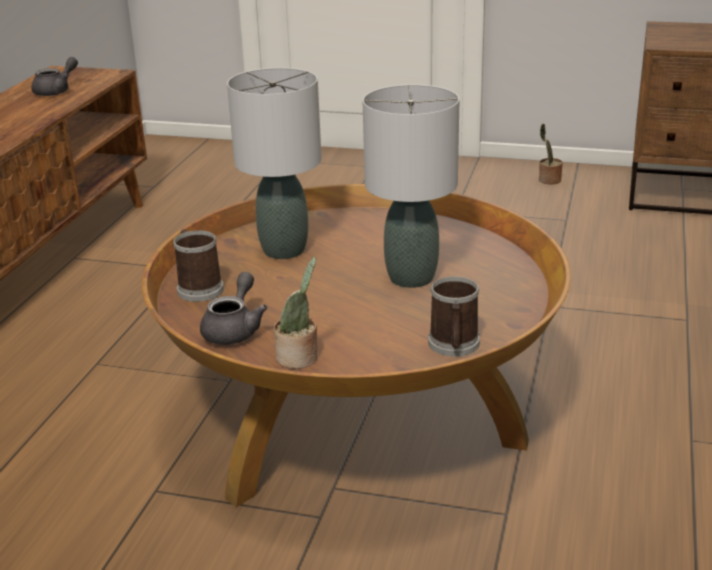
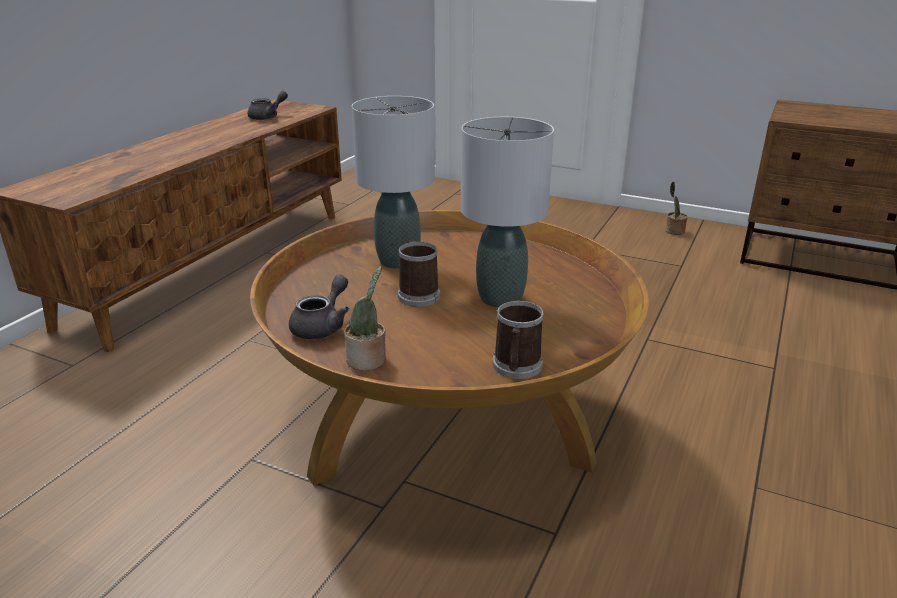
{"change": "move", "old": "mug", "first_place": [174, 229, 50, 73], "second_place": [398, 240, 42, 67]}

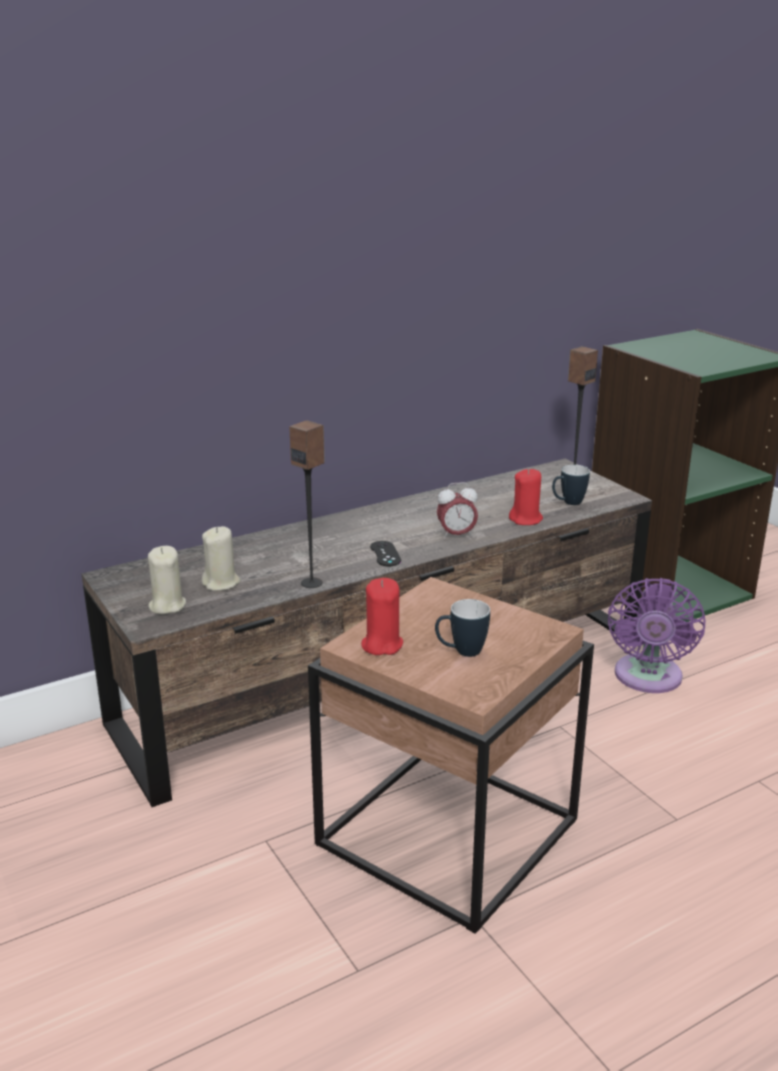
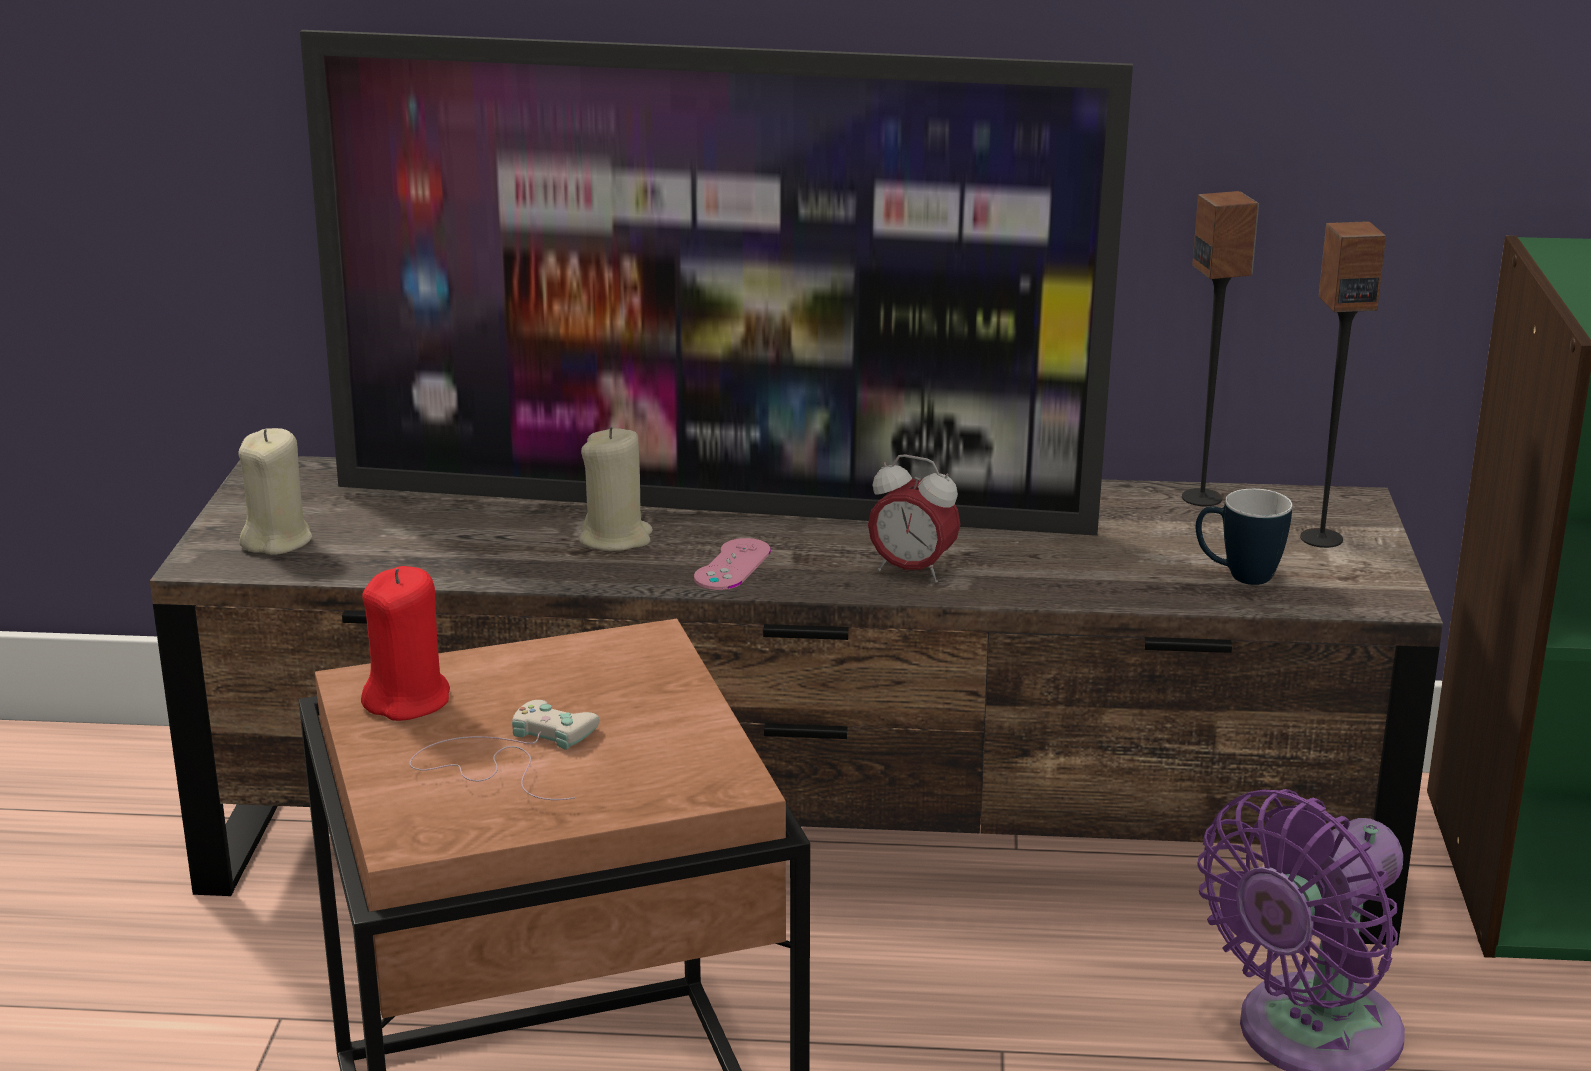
{"change": "delete", "old": "red candle", "first_place": [509, 469, 34, 56]}
{"change": "insert", "new": "television", "second_place": [300, 30, 833, 506]}
{"change": "move", "old": "beige candle", "first_place": [202, 526, 39, 65], "second_place": [579, 427, 74, 124]}
{"change": "move", "old": "speaker", "first_place": [289, 420, 36, 168], "second_place": [1182, 191, 77, 315]}
{"change": "replace", "old": "mug", "new": "white game controller", "first_place": [435, 599, 55, 58], "second_place": [410, 700, 189, 100]}
{"change": "recolor", "old": "black game controller", "new": "pink game controller", "first_place": [370, 541, 31, 25], "second_place": [694, 538, 77, 52]}

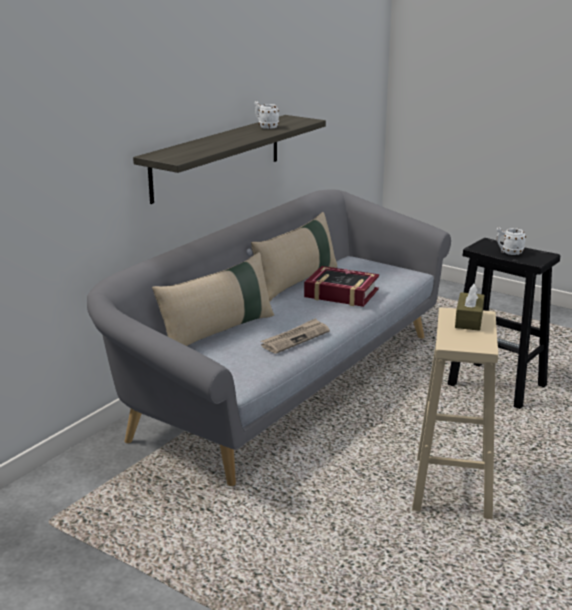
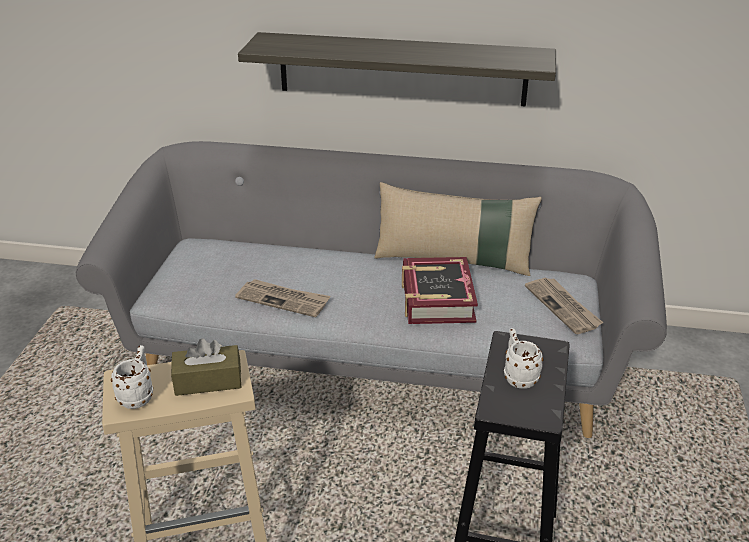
{"change": "delete", "old": "beige pillow", "first_place": [152, 252, 122, 94]}
{"change": "insert", "new": "newspaper", "second_place": [525, 278, 78, 56]}
{"change": "move", "old": "white mug", "first_place": [255, 101, 24, 28], "second_place": [111, 345, 42, 64]}

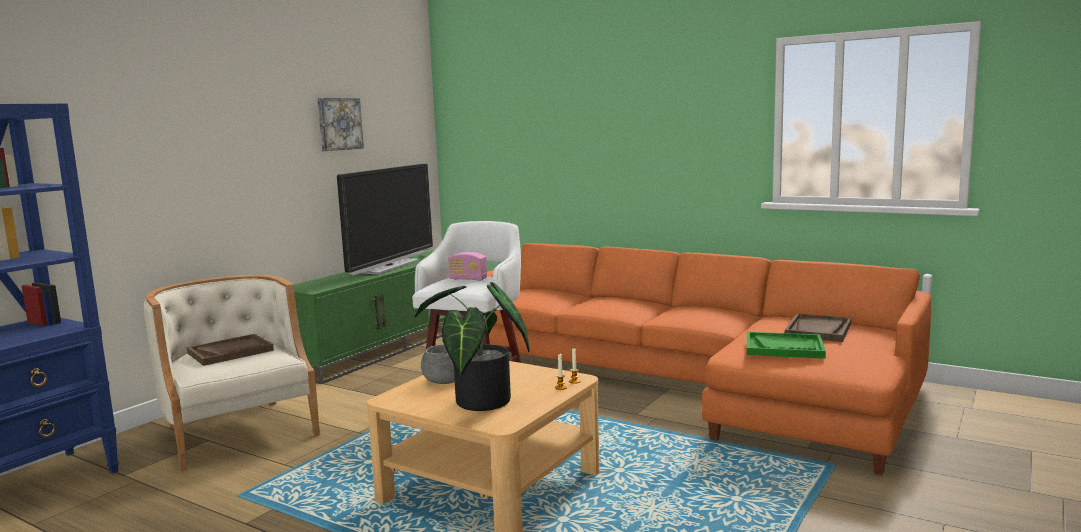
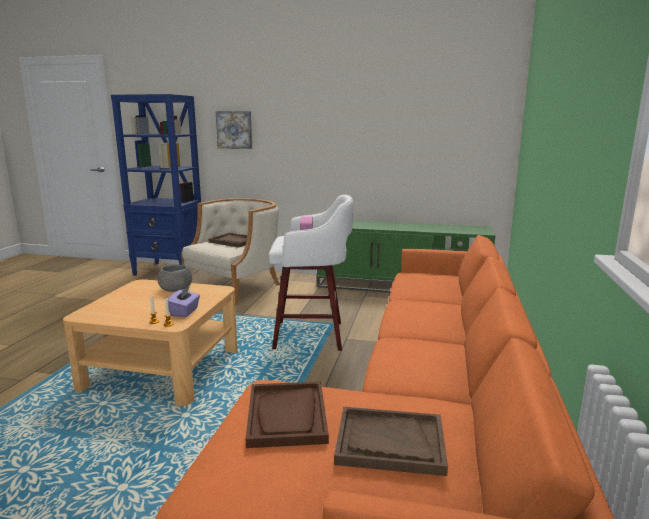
{"change": "delete", "old": "television", "first_place": [337, 164, 96, 112]}
{"change": "delete", "old": "potted plant", "first_place": [415, 282, 115, 129]}
{"change": "insert", "new": "purple tissue box", "second_place": [168, 286, 32, 31]}
{"change": "move", "old": "picture", "first_place": [317, 98, 47, 53], "second_place": [216, 111, 36, 38]}
{"change": "recolor", "old": "green tray", "new": "brown tray", "first_place": [747, 332, 79, 27], "second_place": [246, 381, 83, 67]}

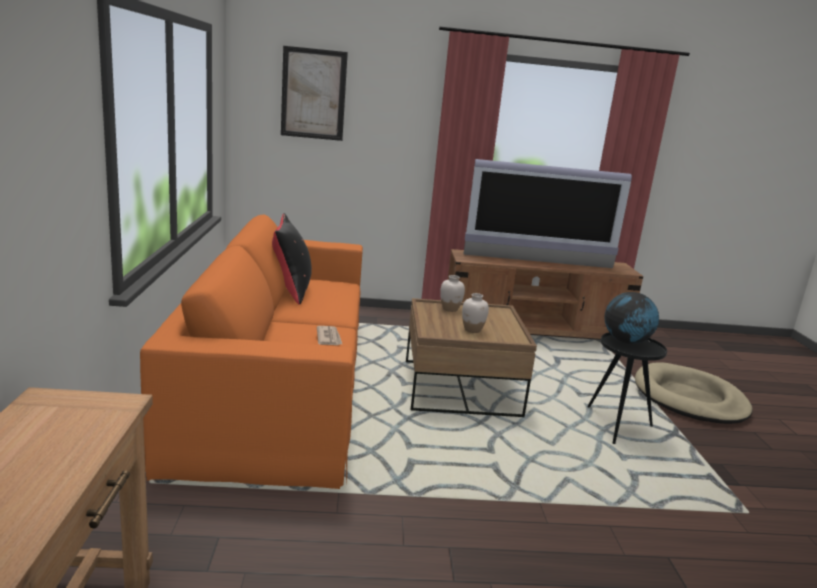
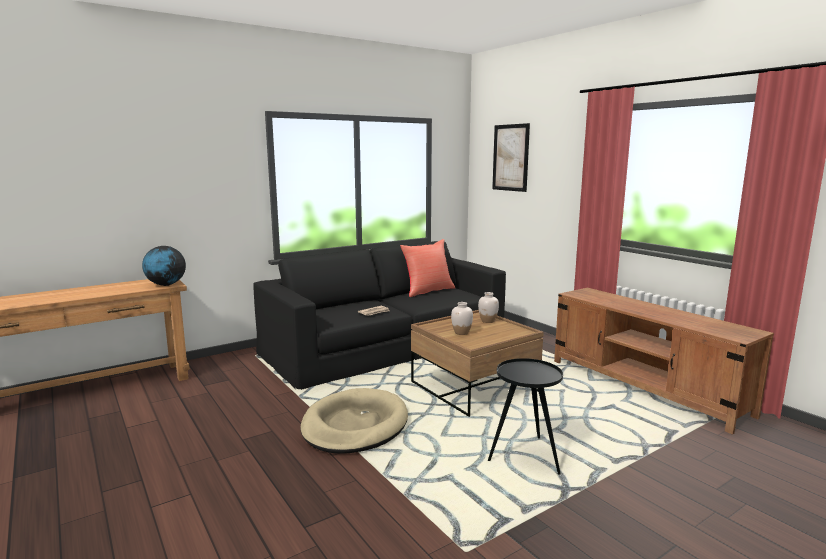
{"change": "delete", "old": "television", "first_place": [464, 159, 168, 109]}
{"change": "move", "old": "globe", "first_place": [604, 292, 55, 52], "second_place": [142, 246, 44, 40]}
{"change": "move", "old": "beige dog bed", "first_place": [635, 363, 118, 61], "second_place": [300, 388, 108, 66]}
{"change": "recolor", "old": "orange sofa", "new": "black sofa", "first_place": [140, 215, 223, 274], "second_place": [253, 241, 253, 149]}
{"change": "recolor", "old": "black pillow", "new": "red pillow", "first_place": [272, 213, 40, 91], "second_place": [400, 239, 55, 58]}

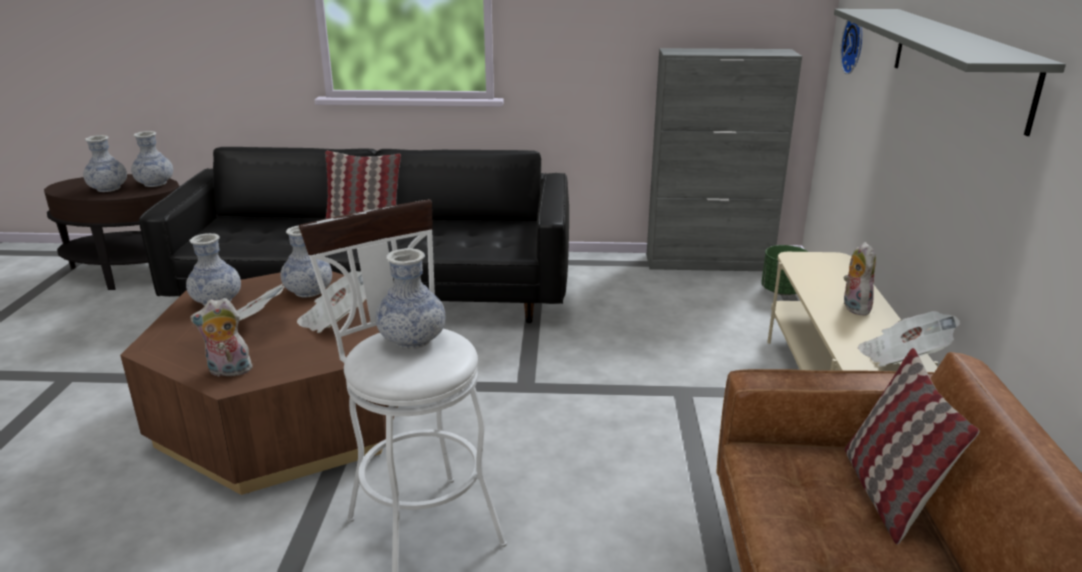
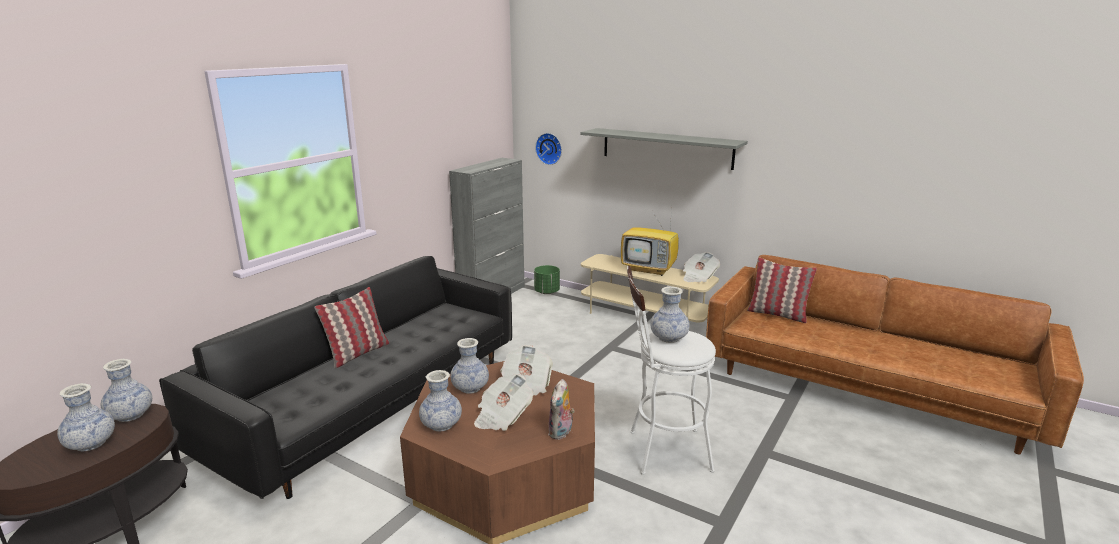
{"change": "replace", "old": "plush toy", "new": "television", "first_place": [844, 242, 32, 73], "second_place": [621, 209, 58, 67]}

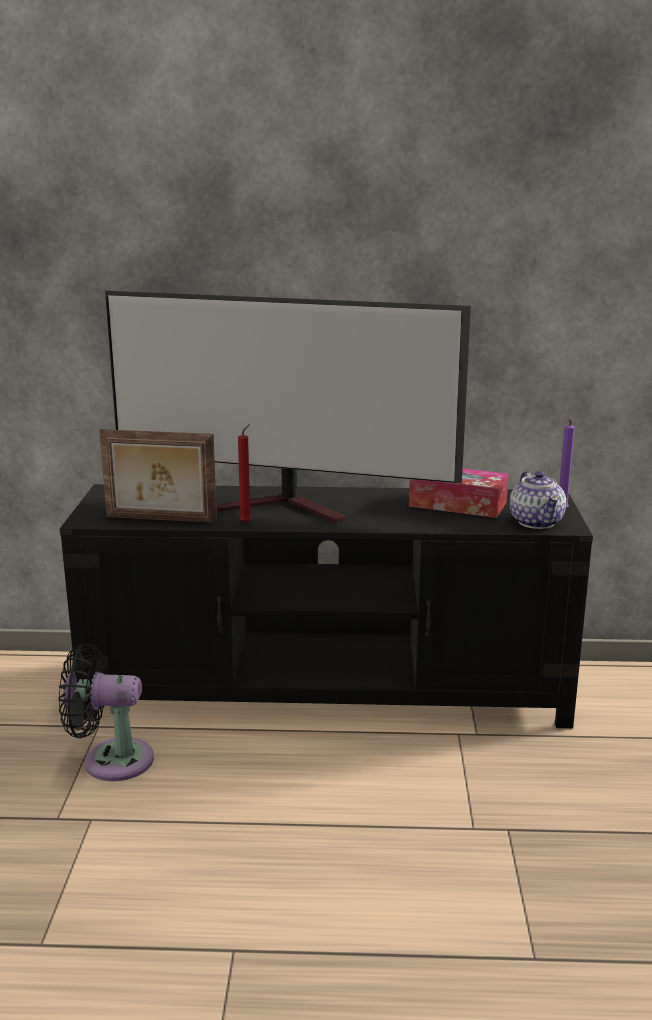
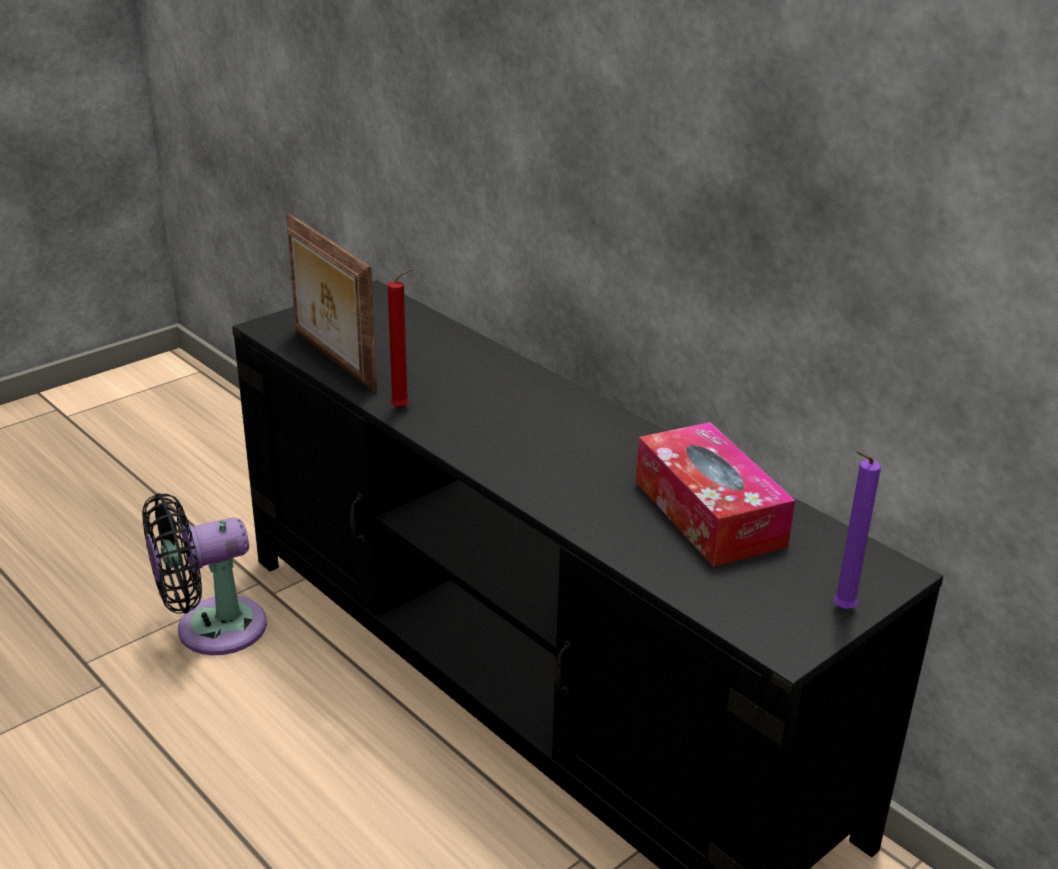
{"change": "delete", "old": "television", "first_place": [105, 291, 366, 232]}
{"change": "delete", "old": "teapot", "first_place": [510, 471, 56, 58]}
{"change": "rotate", "old": "black fan", "first_place": [58, 643, 96, 138], "second_place": [142, 493, 125, 162], "degrees": -75}

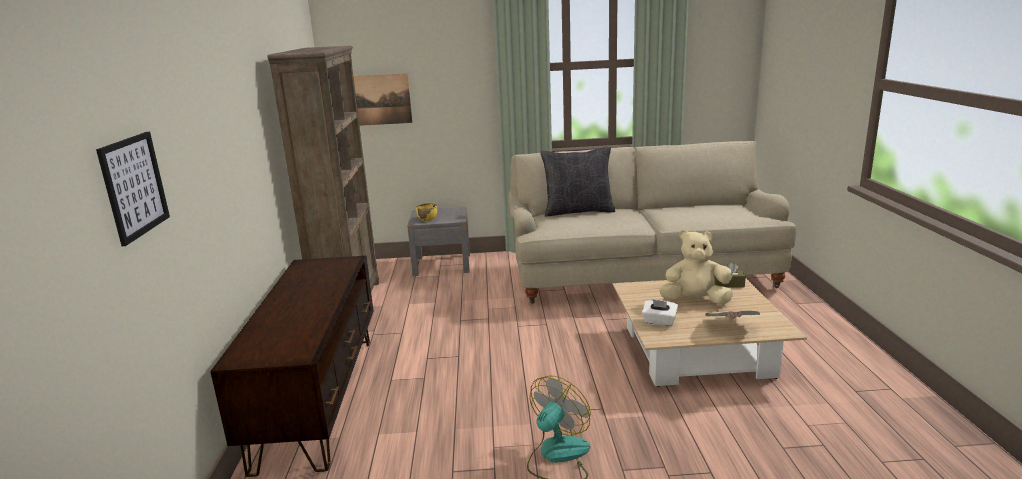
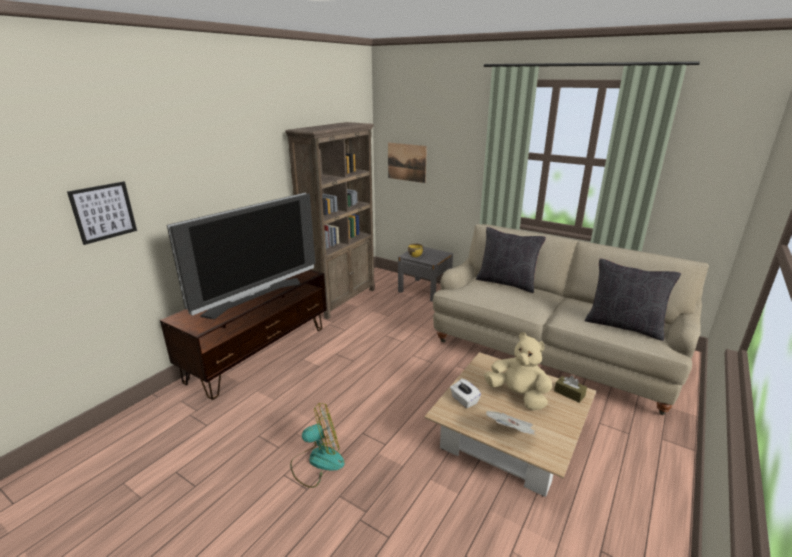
{"change": "insert", "new": "television", "second_place": [167, 193, 148, 126]}
{"change": "insert", "new": "black pillow", "second_place": [584, 258, 97, 83]}

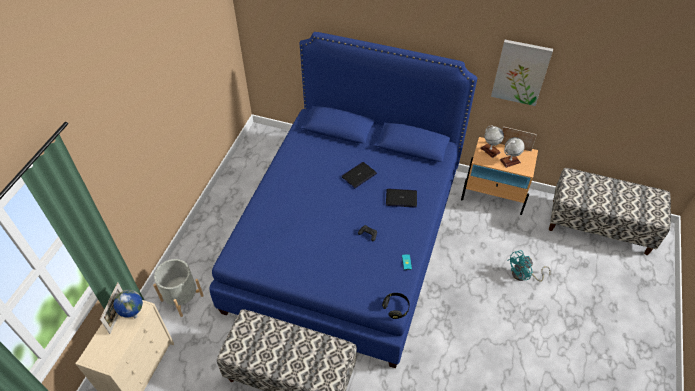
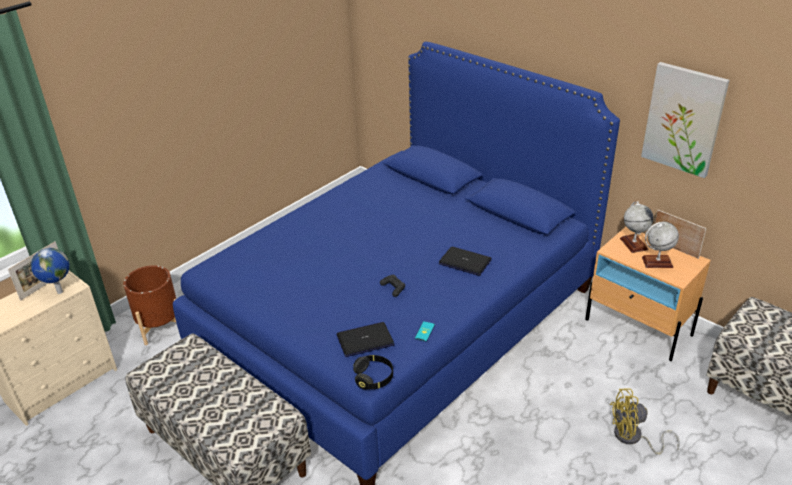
{"change": "move", "old": "laptop", "first_place": [342, 162, 35, 26], "second_place": [337, 322, 57, 35]}
{"change": "recolor", "old": "grey planter", "new": "brown planter", "first_place": [153, 259, 51, 58], "second_place": [123, 265, 53, 80]}
{"change": "recolor", "old": "turquoise fan", "new": "yellow fan", "first_place": [507, 250, 44, 32], "second_place": [610, 388, 70, 67]}

